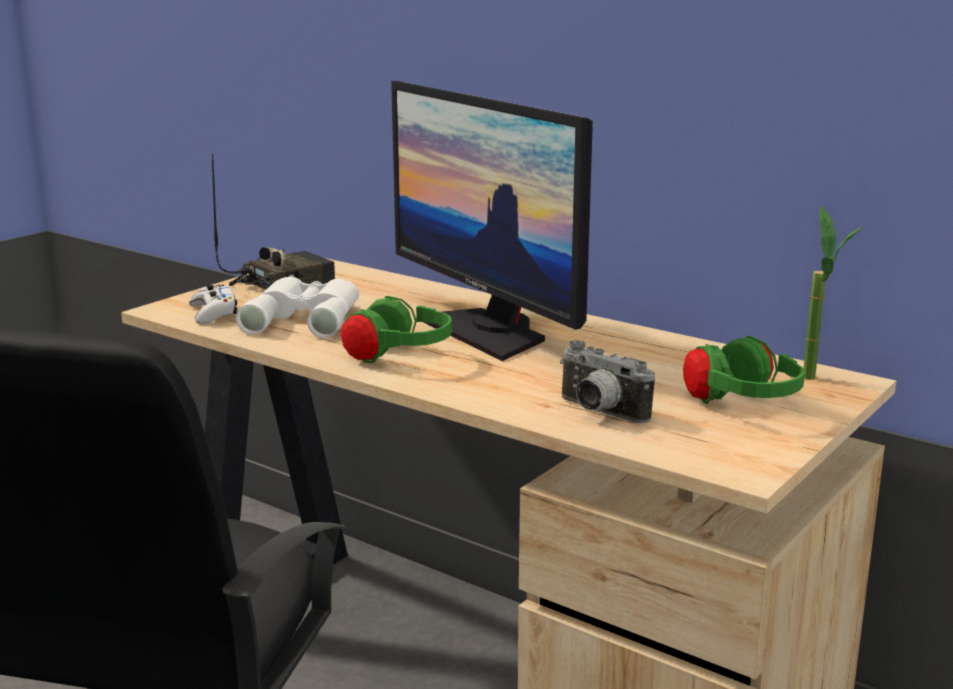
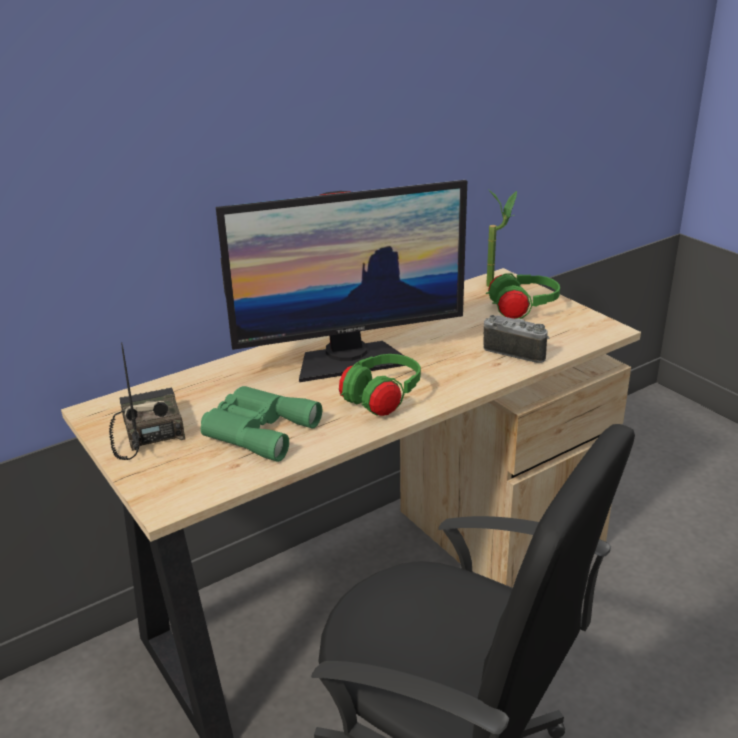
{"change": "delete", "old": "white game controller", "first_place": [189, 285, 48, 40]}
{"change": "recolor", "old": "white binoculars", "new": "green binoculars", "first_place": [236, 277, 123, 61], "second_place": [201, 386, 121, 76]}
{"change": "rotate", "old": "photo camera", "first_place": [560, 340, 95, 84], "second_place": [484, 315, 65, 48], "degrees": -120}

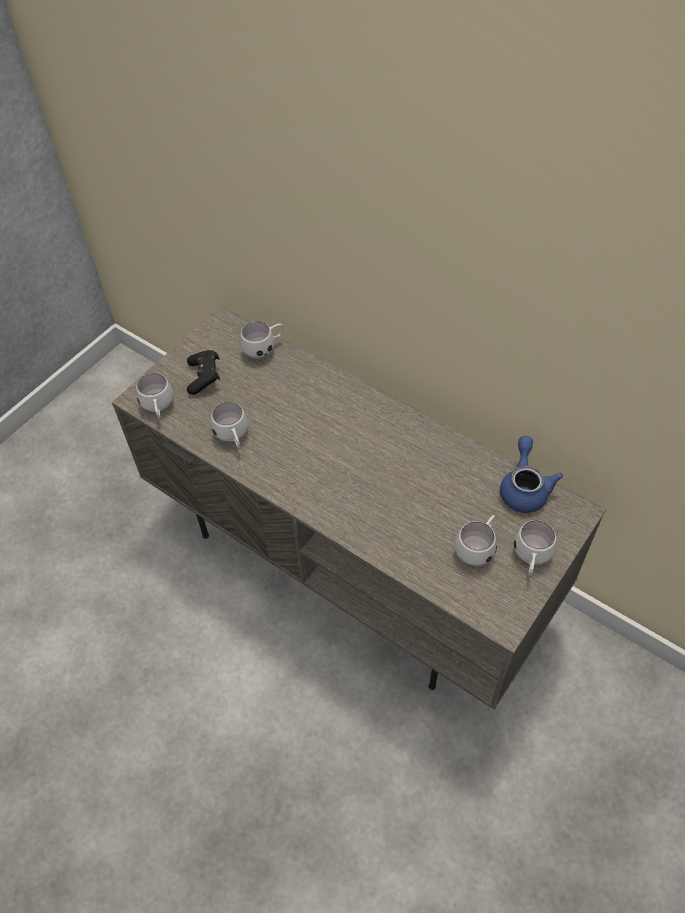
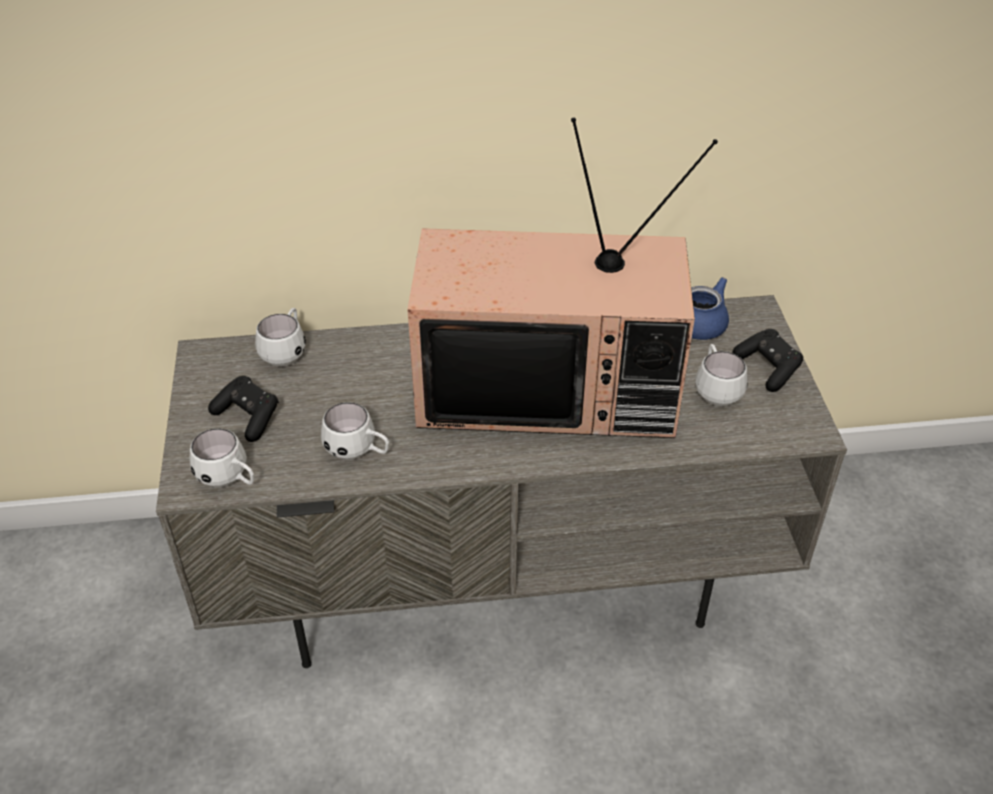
{"change": "insert", "new": "television", "second_place": [407, 118, 311, 320]}
{"change": "replace", "old": "white mug", "new": "black game controller", "first_place": [514, 520, 43, 56], "second_place": [732, 329, 71, 63]}

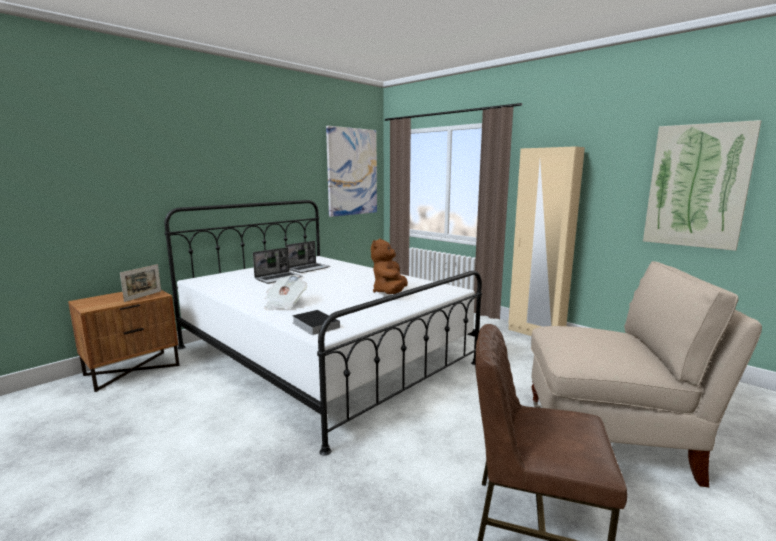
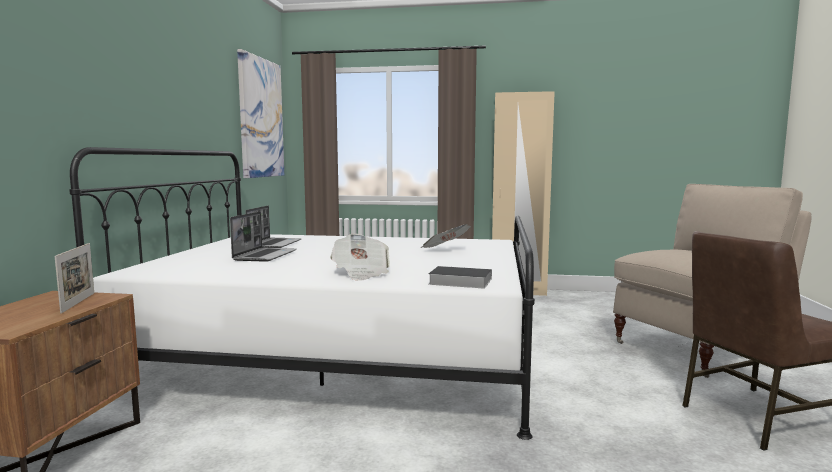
{"change": "delete", "old": "picture", "first_place": [643, 120, 118, 131]}
{"change": "replace", "old": "brown plush toy", "new": "newspaper", "first_place": [371, 238, 37, 56], "second_place": [421, 224, 50, 24]}

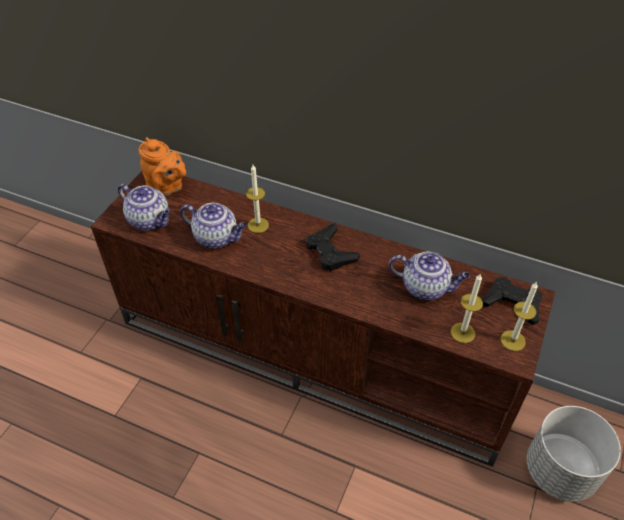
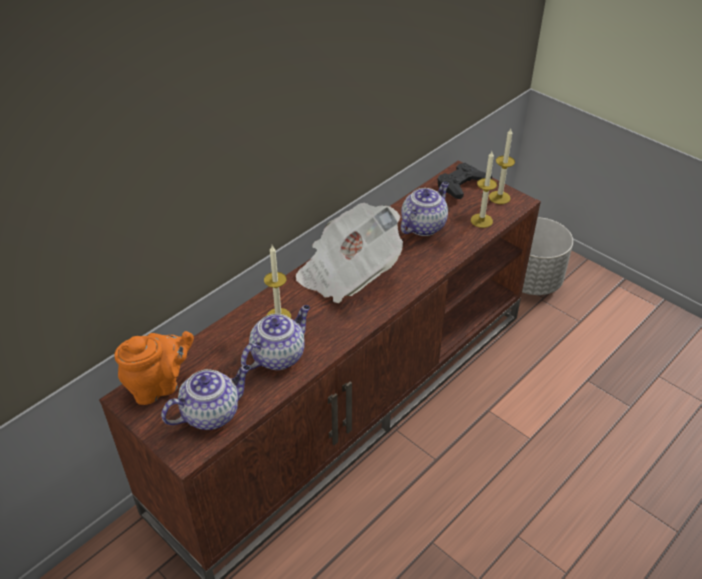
{"change": "replace", "old": "black game controller", "new": "newspaper", "first_place": [306, 223, 54, 48], "second_place": [296, 203, 107, 100]}

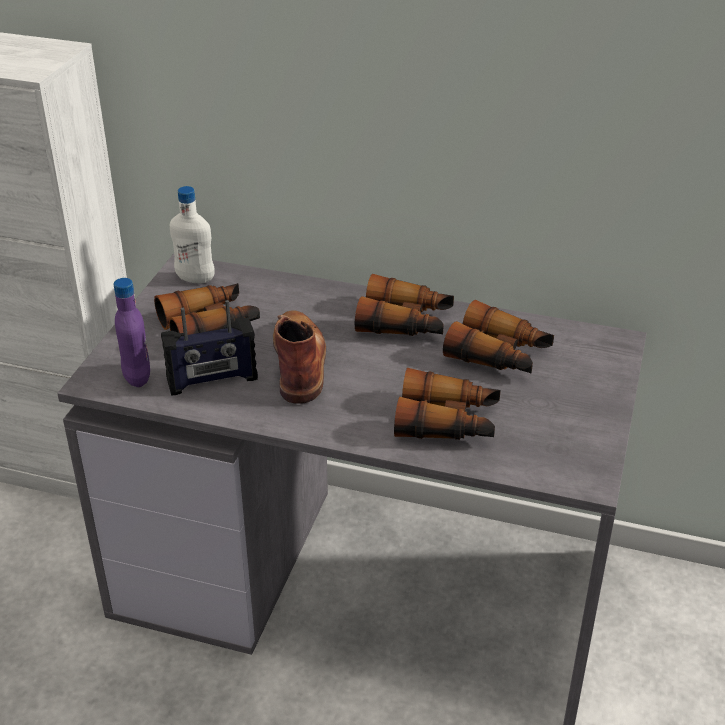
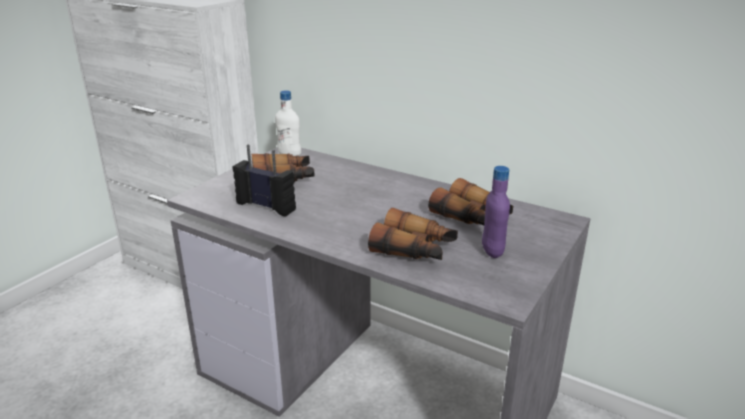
{"change": "delete", "old": "brown boot", "first_place": [273, 310, 53, 94]}
{"change": "delete", "old": "binoculars", "first_place": [355, 274, 99, 62]}
{"change": "move", "old": "purple bottle", "first_place": [114, 278, 36, 109], "second_place": [482, 166, 28, 92]}
{"change": "rotate", "old": "radio", "first_place": [161, 300, 97, 96], "second_place": [233, 145, 63, 71], "degrees": -150}

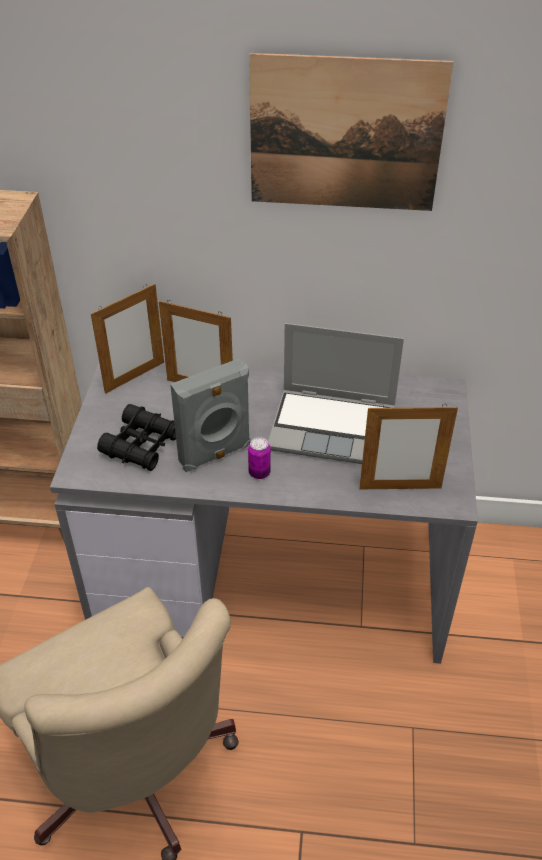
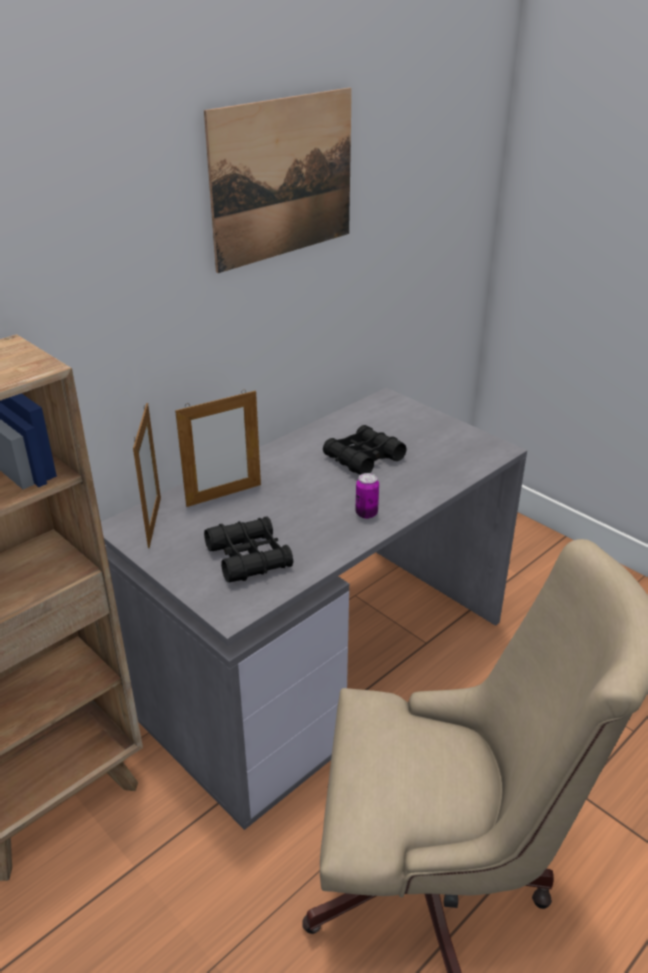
{"change": "delete", "old": "grey speaker", "first_place": [170, 358, 81, 114]}
{"change": "delete", "old": "picture frame", "first_place": [359, 404, 99, 85]}
{"change": "replace", "old": "laptop", "new": "black binoculars", "first_place": [268, 323, 136, 141], "second_place": [323, 425, 84, 50]}

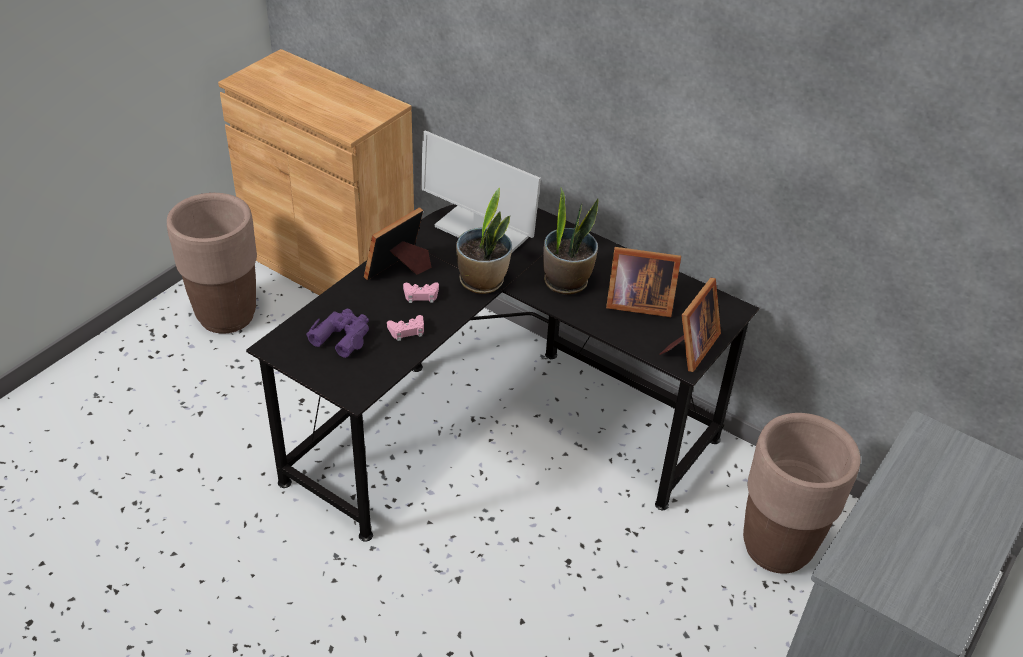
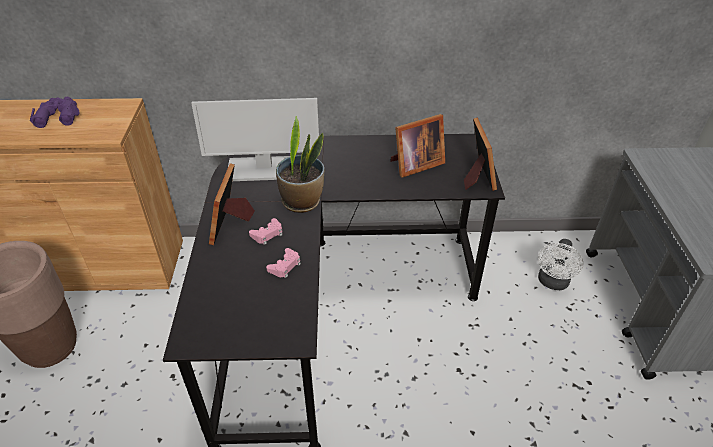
{"change": "delete", "old": "potted plant", "first_place": [543, 187, 56, 108]}
{"change": "move", "old": "purple binoculars", "first_place": [306, 309, 63, 49], "second_place": [30, 97, 50, 31]}
{"change": "replace", "old": "brown planter", "new": "white fan", "first_place": [743, 413, 118, 161], "second_place": [538, 239, 46, 51]}

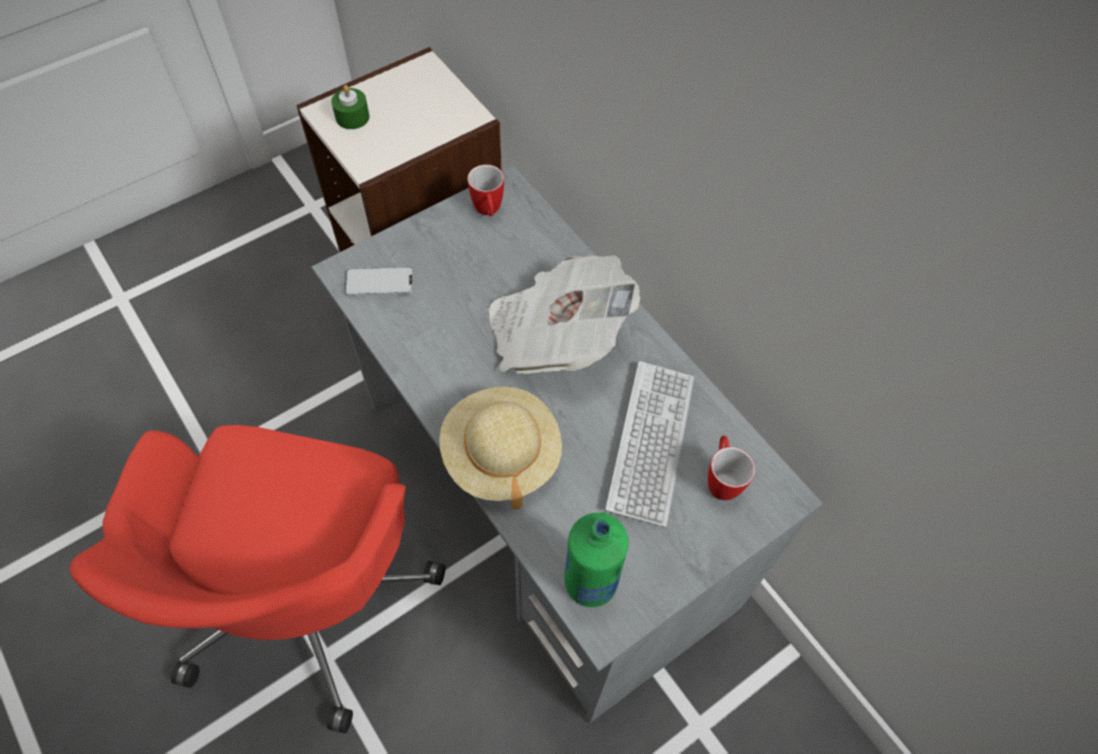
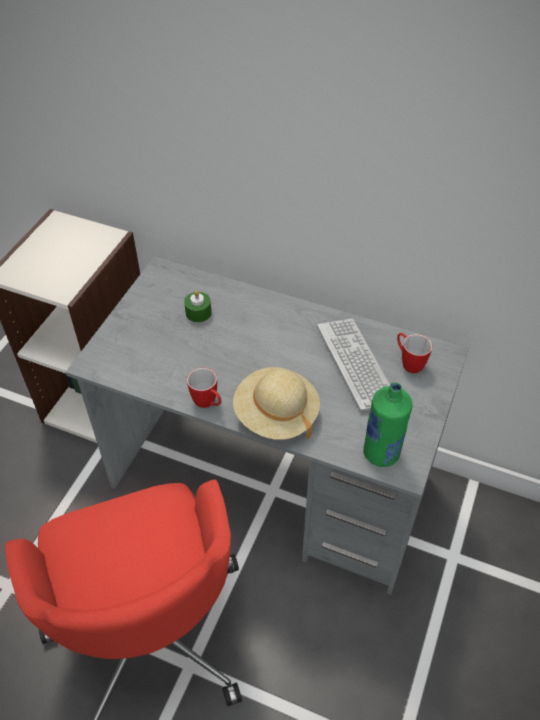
{"change": "delete", "old": "phone", "first_place": [345, 267, 68, 30]}
{"change": "delete", "old": "newspaper", "first_place": [488, 256, 152, 118]}
{"change": "move", "old": "green candle", "first_place": [331, 85, 39, 44], "second_place": [184, 290, 28, 33]}
{"change": "move", "old": "mug", "first_place": [467, 165, 37, 51], "second_place": [187, 368, 35, 40]}

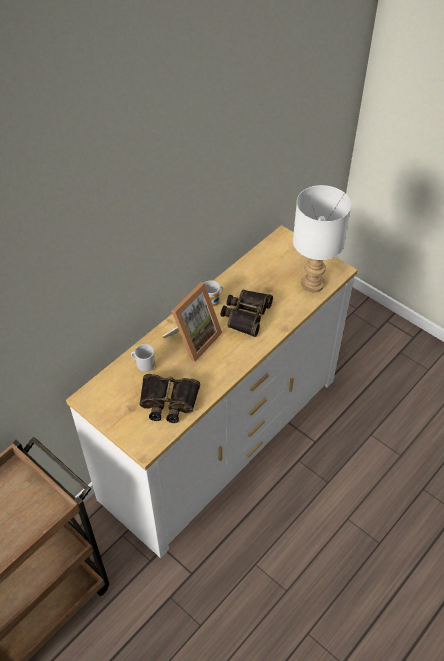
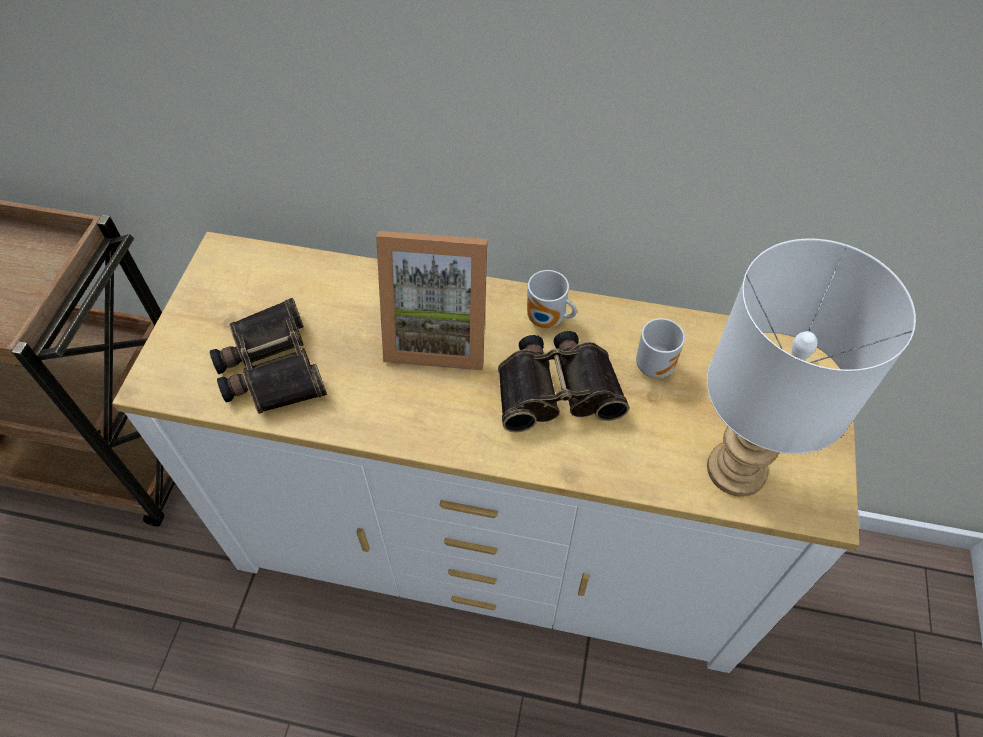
{"change": "move", "old": "mug", "first_place": [131, 344, 24, 28], "second_place": [636, 318, 49, 60]}

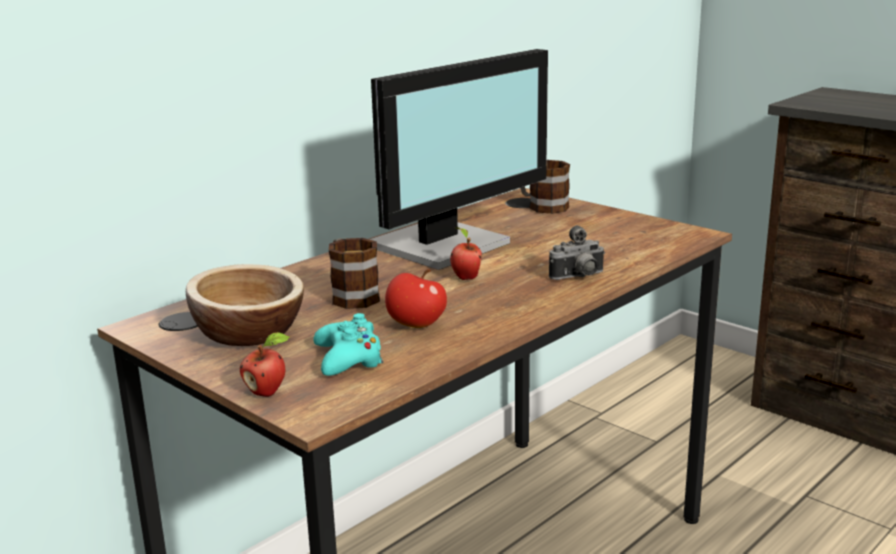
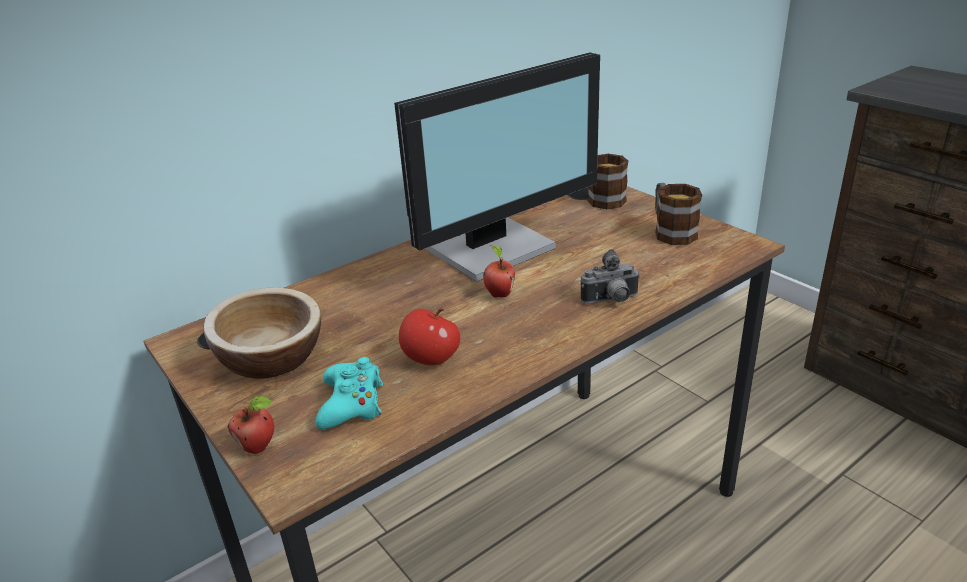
{"change": "move", "old": "mug", "first_place": [329, 238, 51, 71], "second_place": [655, 183, 47, 62]}

